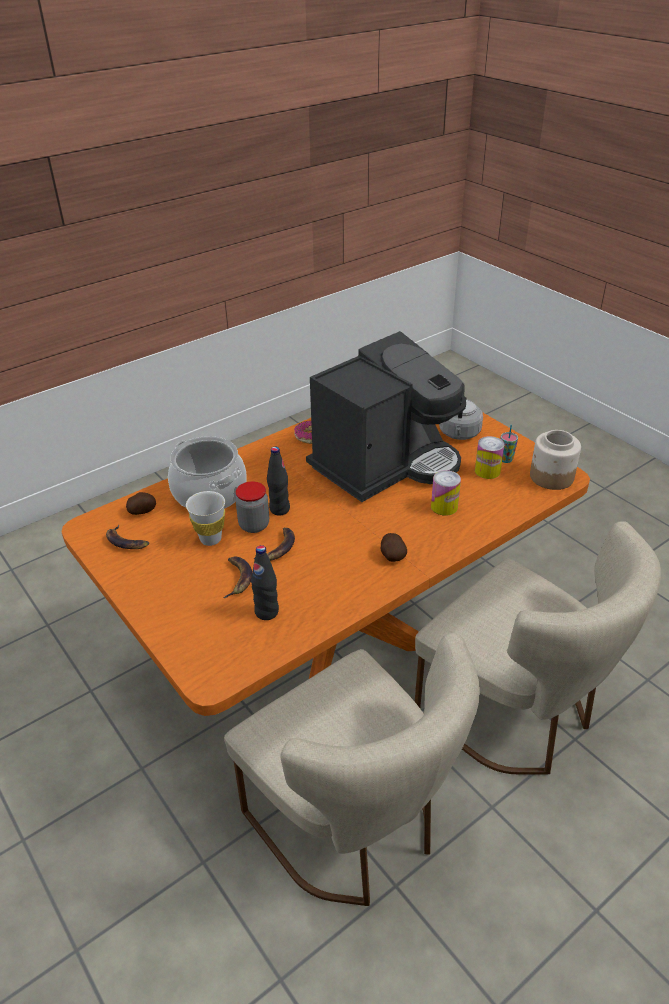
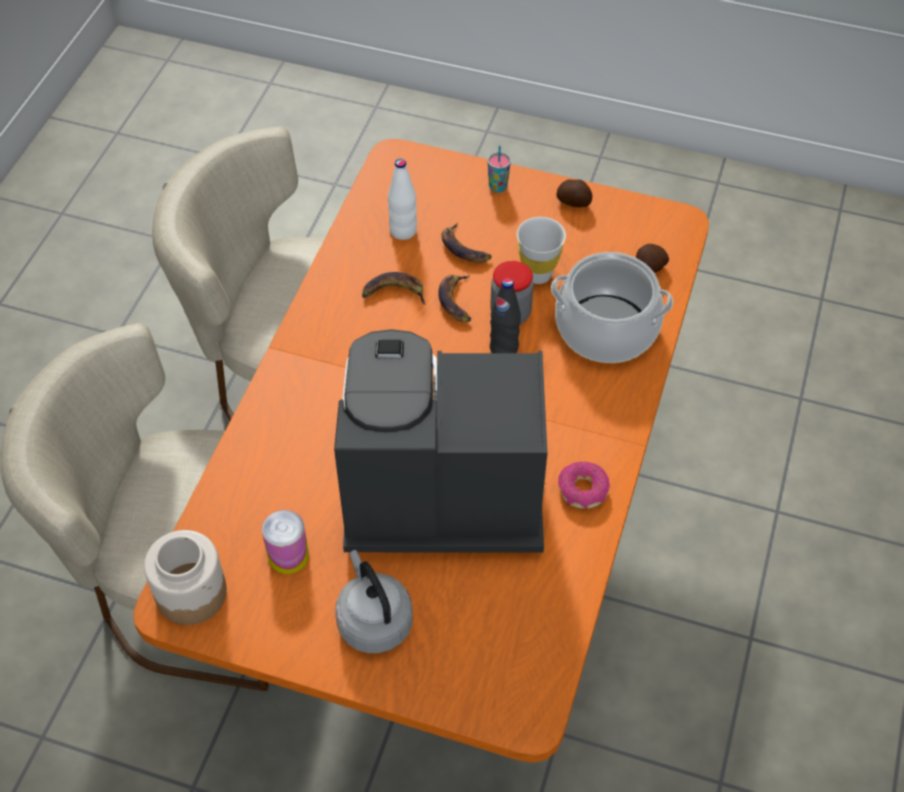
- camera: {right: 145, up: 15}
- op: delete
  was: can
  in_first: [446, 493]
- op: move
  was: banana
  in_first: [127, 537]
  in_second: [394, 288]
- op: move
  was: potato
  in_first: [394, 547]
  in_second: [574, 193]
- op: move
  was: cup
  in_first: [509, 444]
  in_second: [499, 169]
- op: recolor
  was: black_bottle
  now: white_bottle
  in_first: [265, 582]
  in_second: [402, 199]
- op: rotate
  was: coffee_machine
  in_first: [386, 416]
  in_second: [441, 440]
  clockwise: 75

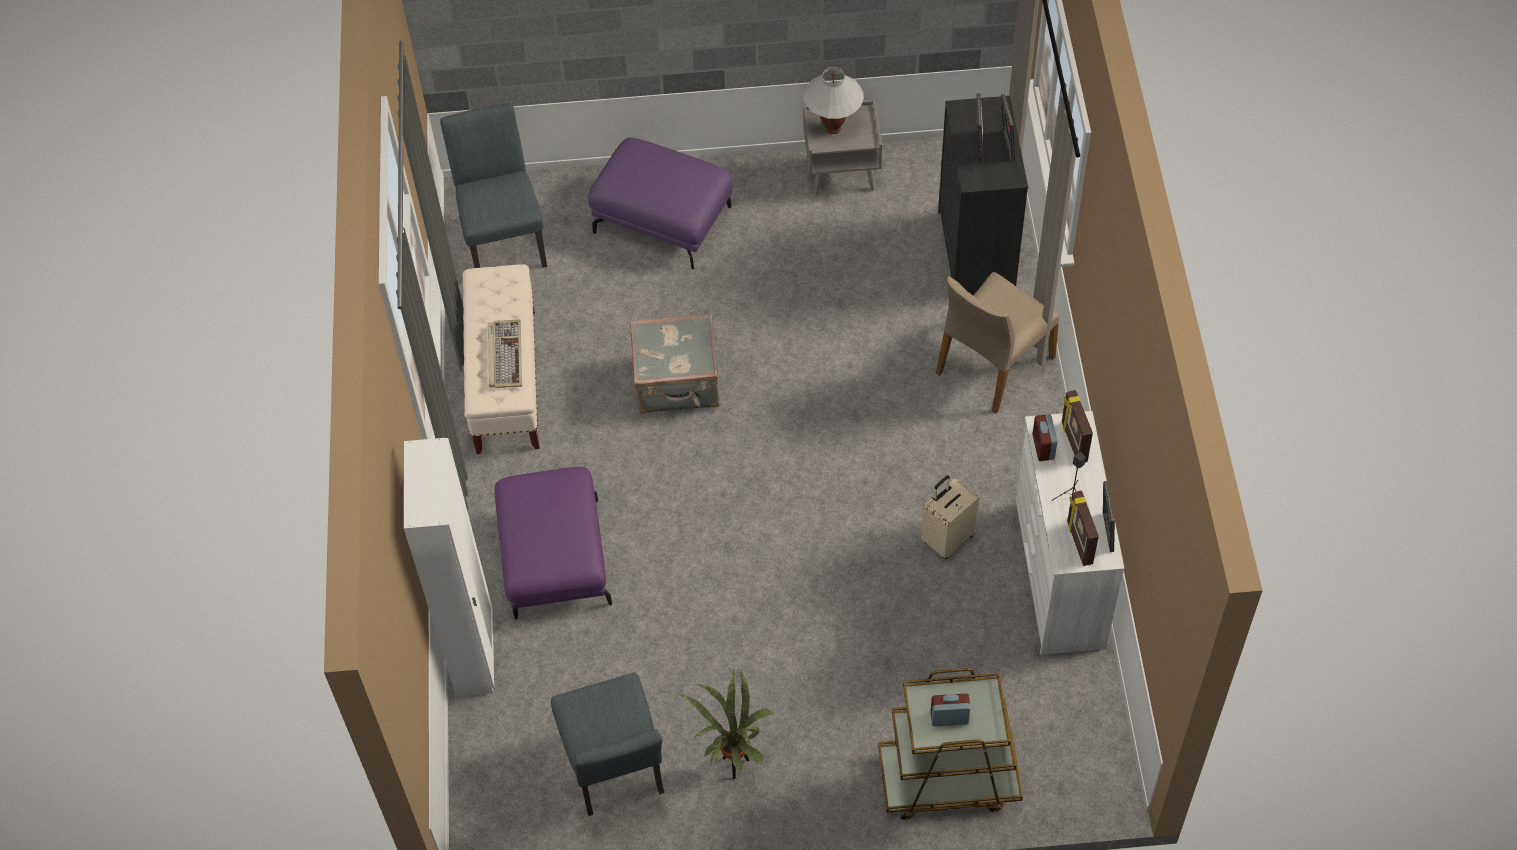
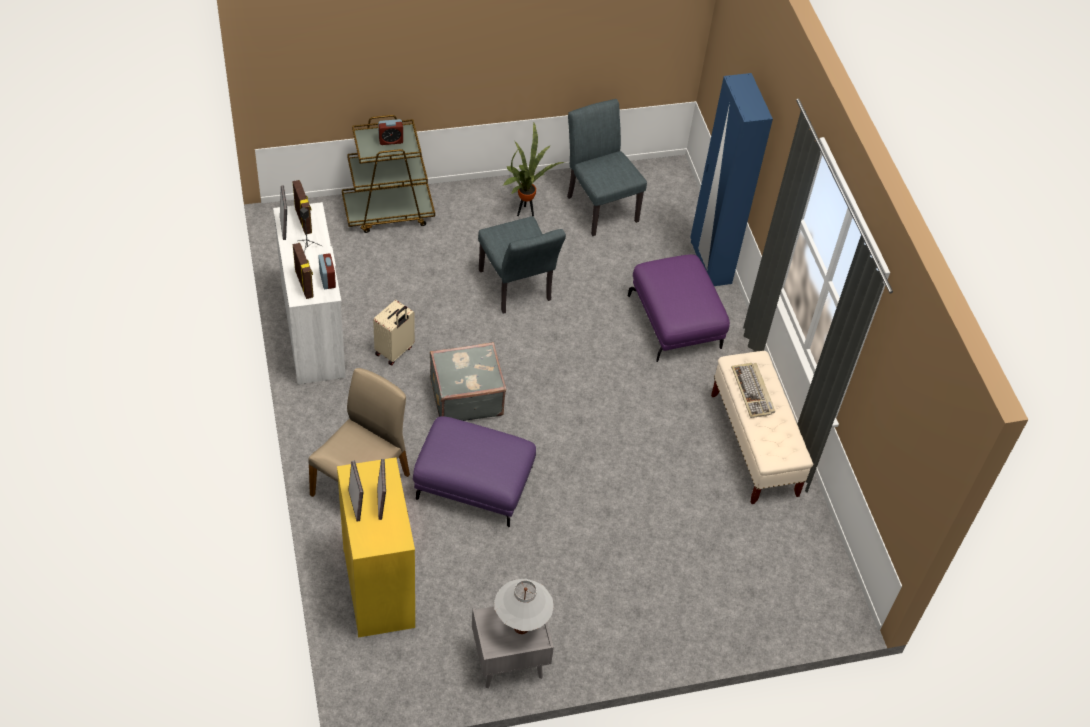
- camera: {right: 165, up: -5}
- op: move
  was: grey_chair
  in_first: [493, 185]
  in_second: [522, 264]
- op: move
  was: purple_ottoman
  in_first: [660, 203]
  in_second: [474, 471]
- op: move
  was: grey_suitcase
  in_first: [674, 364]
  in_second: [468, 381]
- op: recolor
  was: white_wardrobe
  now: blue_wardrobe
  in_first: [449, 567]
  in_second: [731, 179]
- op: recolor
  was: black_dresser
  now: yellow_dresser
  in_first: [983, 195]
  in_second: [376, 547]

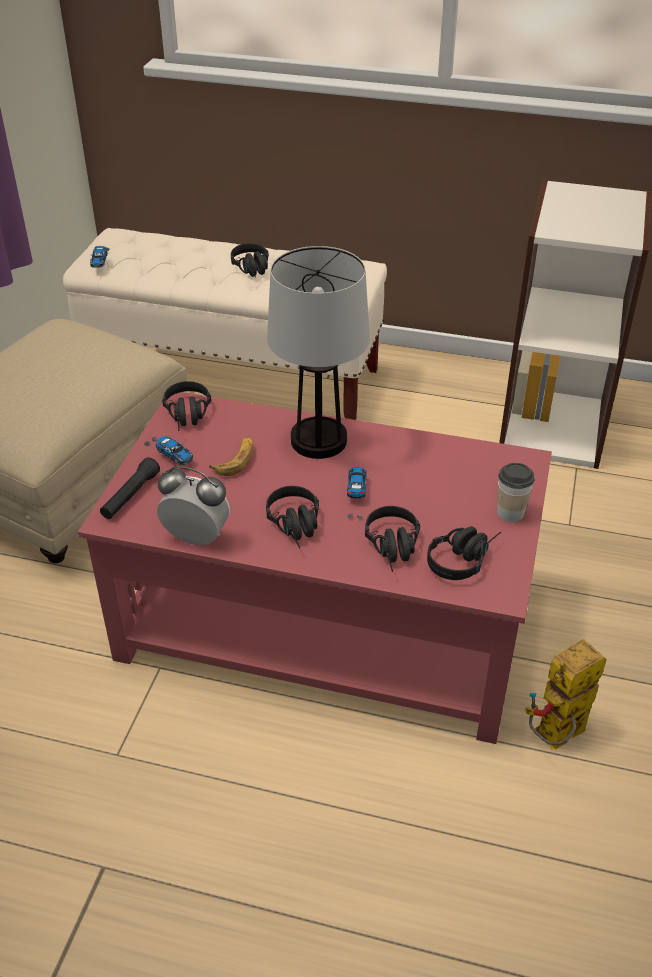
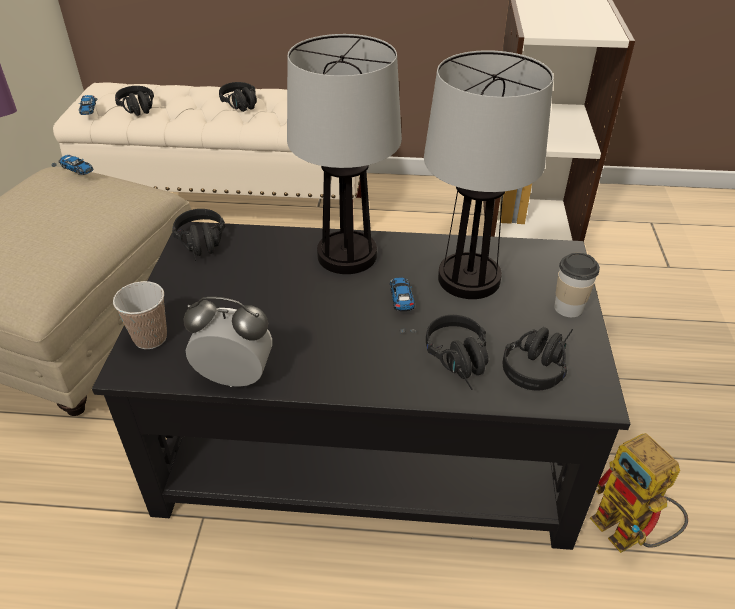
- camera: {right: -10, up: 0}
- op: delete
  was: banana
  in_first: [231, 456]
- op: insert
  now: table_lamp
  in_second: [488, 174]
- op: move
  was: toy_car
  in_first: [168, 450]
  in_second: [72, 165]
- op: move
  was: black_headphones
  in_first: [292, 517]
  in_second: [134, 101]
- op: replace
  was: black_flashlight
  now: cup
  in_first: [130, 488]
  in_second: [140, 315]
- op: recolor
  was: red_coffee_table
  now: black_coffee_table
  in_first: [315, 568]
  in_second: [361, 386]
- op: rotate
  was: toy_robot
  in_first: [566, 694]
  in_second: [639, 493]
  clockwise: -75

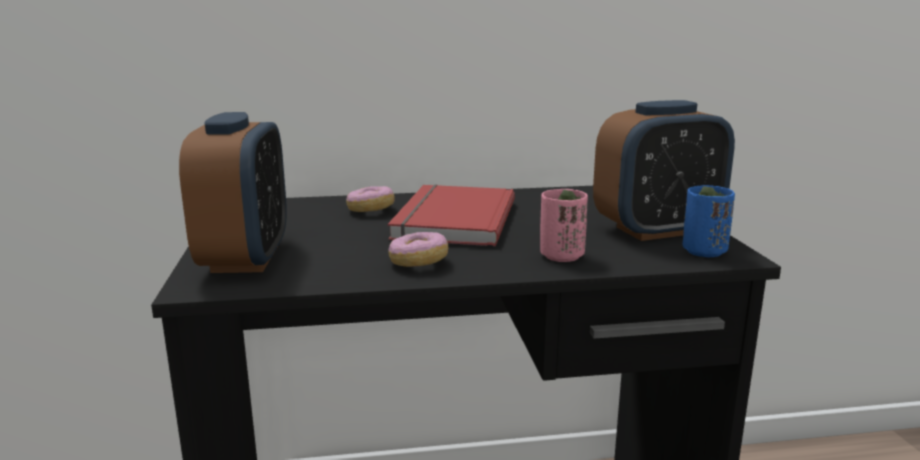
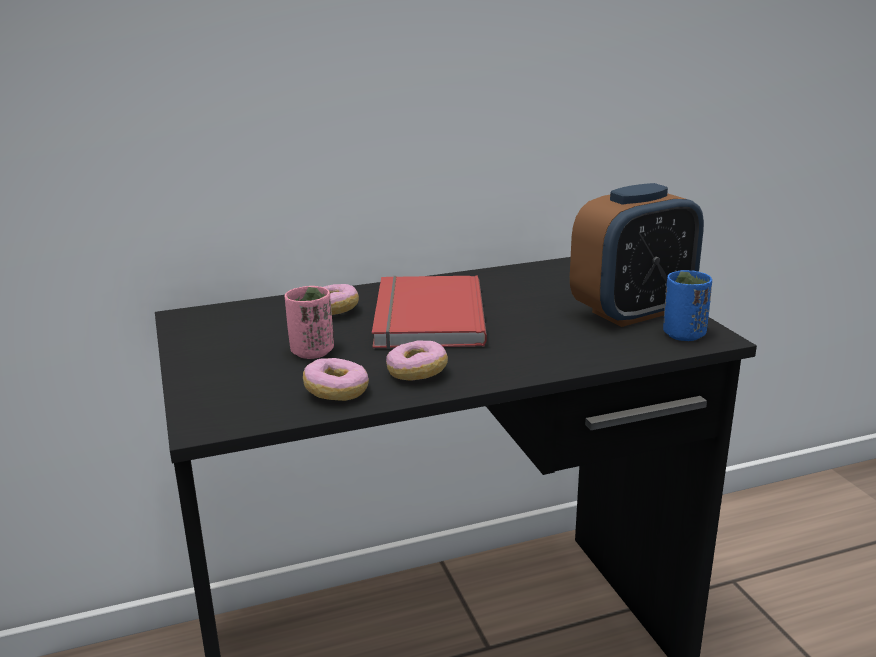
- camera: {right: -10, up: 5}
- op: delete
  was: alarm_clock
  in_first: [233, 192]
- op: insert
  now: donut
  in_second: [336, 379]
- op: move
  was: pink_cup
  in_first: [564, 225]
  in_second: [309, 322]

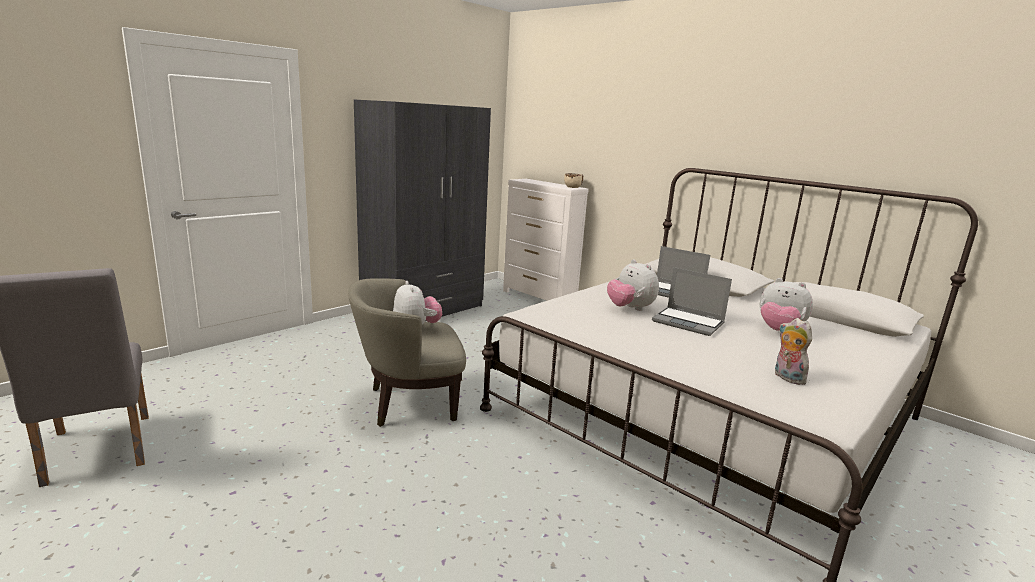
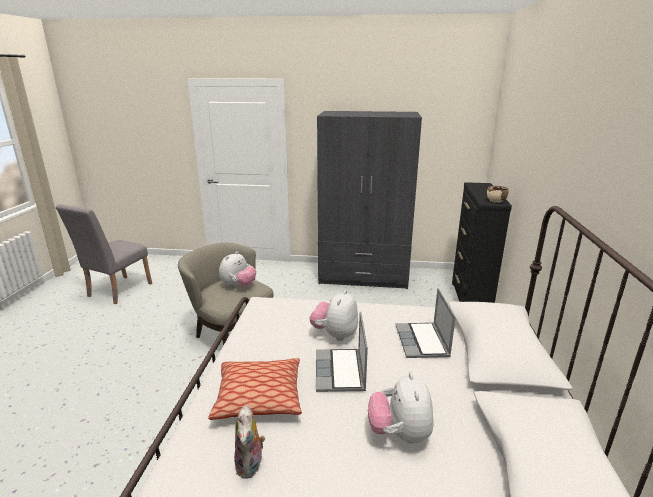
- camera: {right: 55, up: 5}
- op: insert
  now: pillow
  in_second: [255, 389]
- op: recolor
  was: white_dresser
  now: black_dresser
  in_first: [546, 240]
  in_second: [482, 242]
- op: rotate
  was: plush_toy
  in_first: [793, 351]
  in_second: [249, 442]
  clockwise: 150

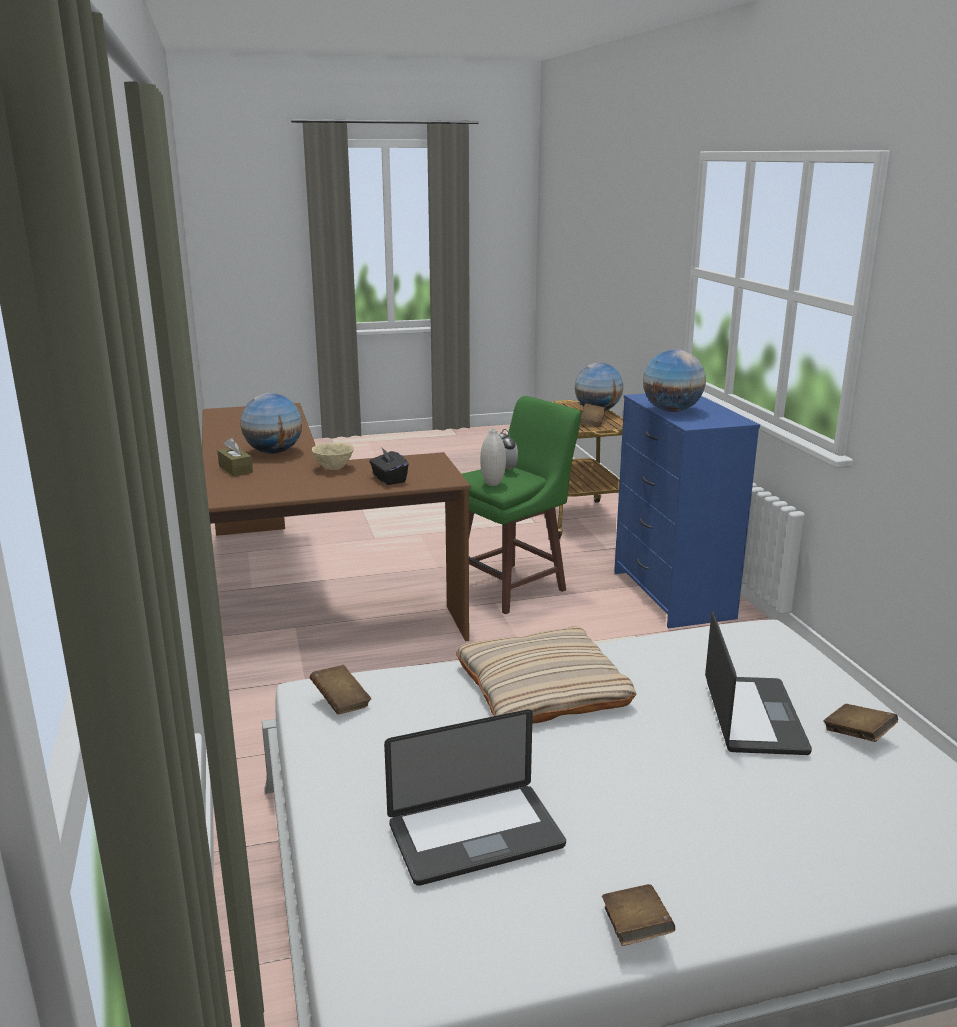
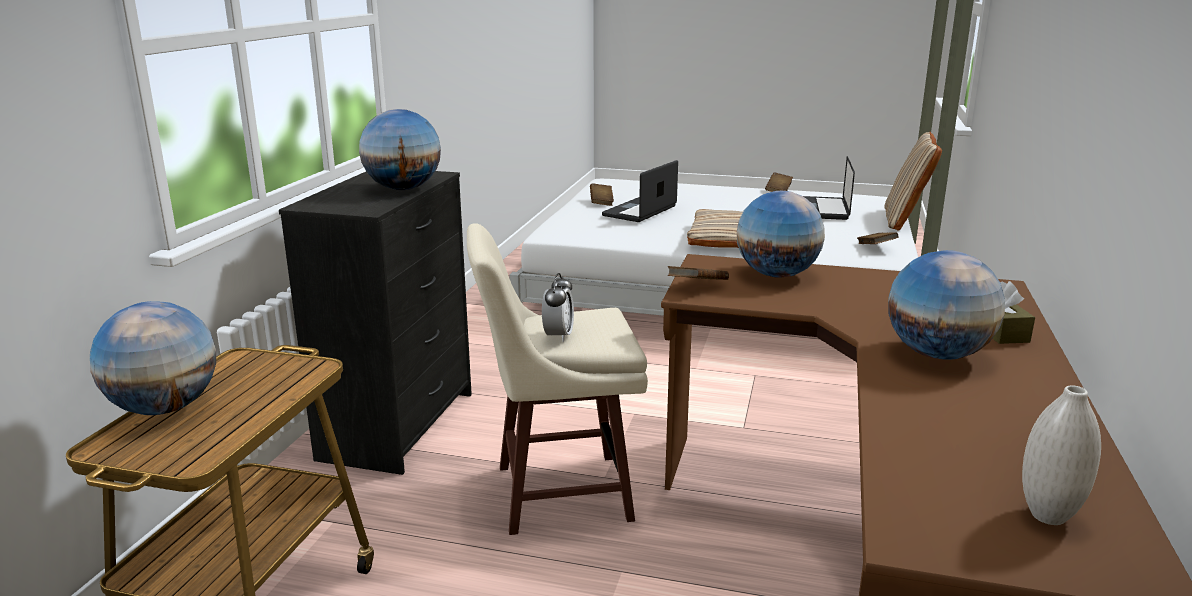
- camera: {right: -150, up: 0}
- op: delete
  was: beige_bowl
  in_first: [333, 456]
- op: insert
  now: beige_pillow
  in_second: [913, 181]
- op: move
  was: white_vase
  in_first: [493, 457]
  in_second: [1061, 455]
- op: move
  was: brown_book
  in_first: [593, 415]
  in_second: [698, 273]
- op: replace
  was: black_tissue_box
  now: globe
  in_first: [389, 466]
  in_second: [781, 234]
- op: recolor
  was: green_stool
  now: beige_stool
  in_first: [522, 505]
  in_second: [557, 379]
- op: recolor
  was: blue_dresser
  now: black_dresser
  in_first: [687, 510]
  in_second: [375, 323]
- op: rotate
  was: laptop
  in_first: [475, 797]
  in_second: [829, 188]
  clockwise: -90

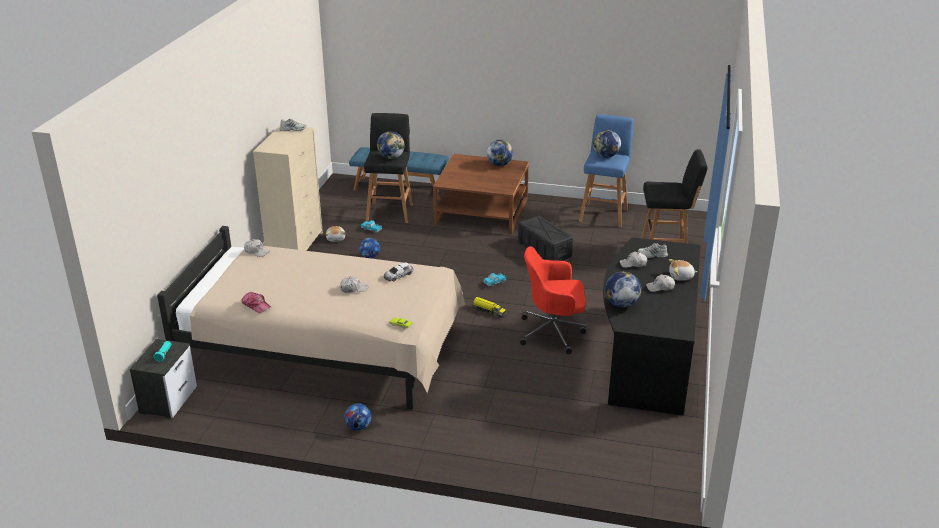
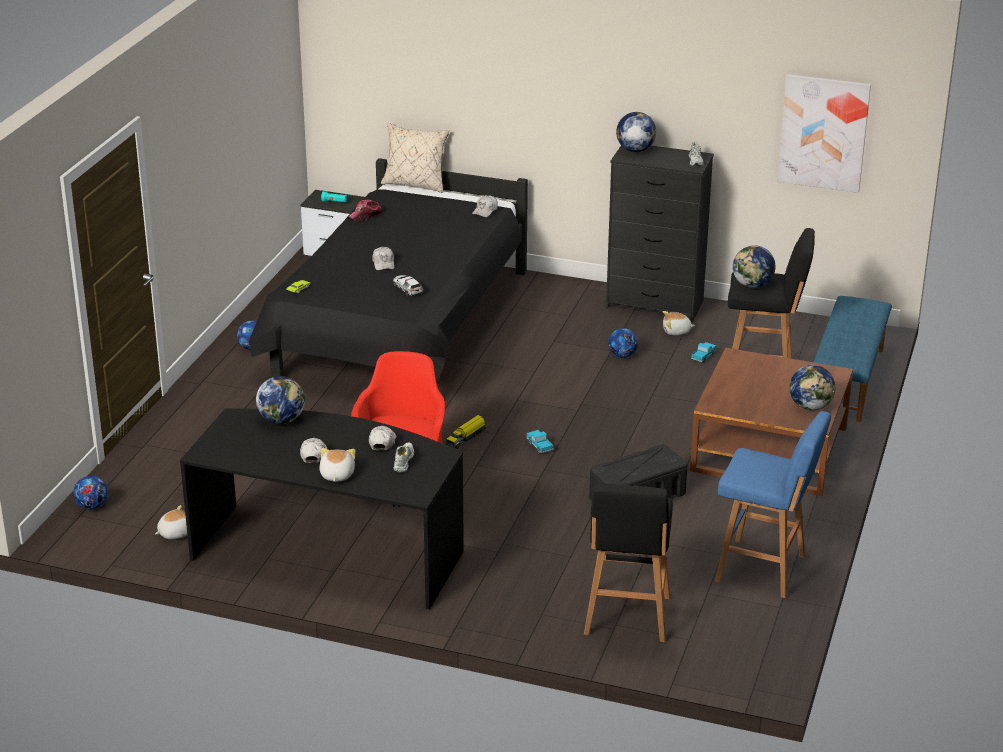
- camera: {right: 95, up: 0}
- op: insert
  now: football
  in_second: [90, 493]
- op: insert
  now: plush_toy
  in_second: [171, 522]
- op: insert
  now: beige_pillow
  in_second: [415, 158]
- op: insert
  now: picture
  in_second: [824, 133]
- op: move
  was: globe
  in_first: [607, 144]
  in_second: [636, 132]
- op: recolor
  was: beige_bed
  now: black_bed
  in_first: [311, 318]
  in_second: [388, 270]
- op: recolor
  was: beige_dresser
  now: black_dresser
  in_first: [288, 188]
  in_second: [660, 233]

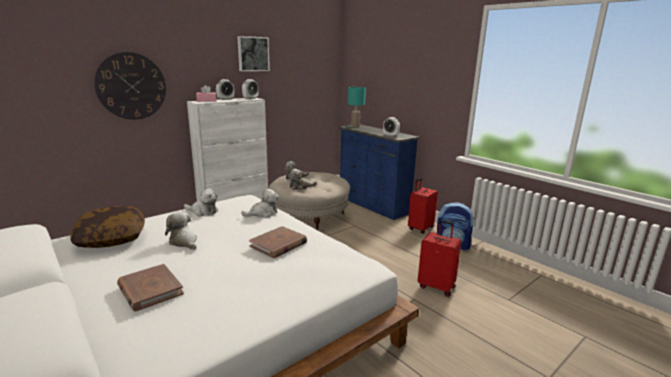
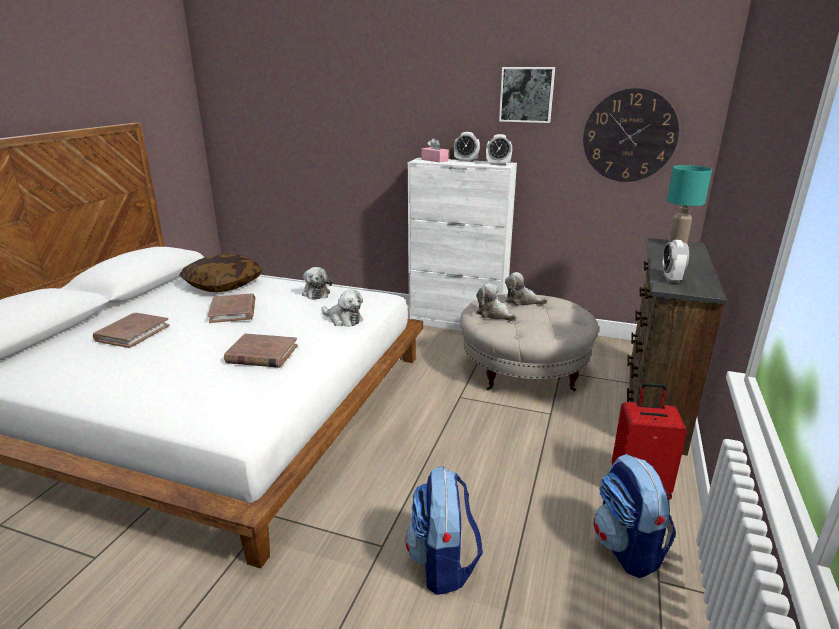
- camera: {right: 60, up: 5}
- op: move
  was: wall_clock
  in_first: [130, 86]
  in_second: [631, 135]
- op: replace
  was: plush_toy
  now: brown_book
  in_first: [181, 230]
  in_second: [231, 308]
- op: replace
  was: red_suitcase
  now: backpack
  in_first: [439, 258]
  in_second: [444, 530]
- op: recolor
  was: blue_dresser
  now: brown_dresser
  in_first: [378, 172]
  in_second: [677, 347]

